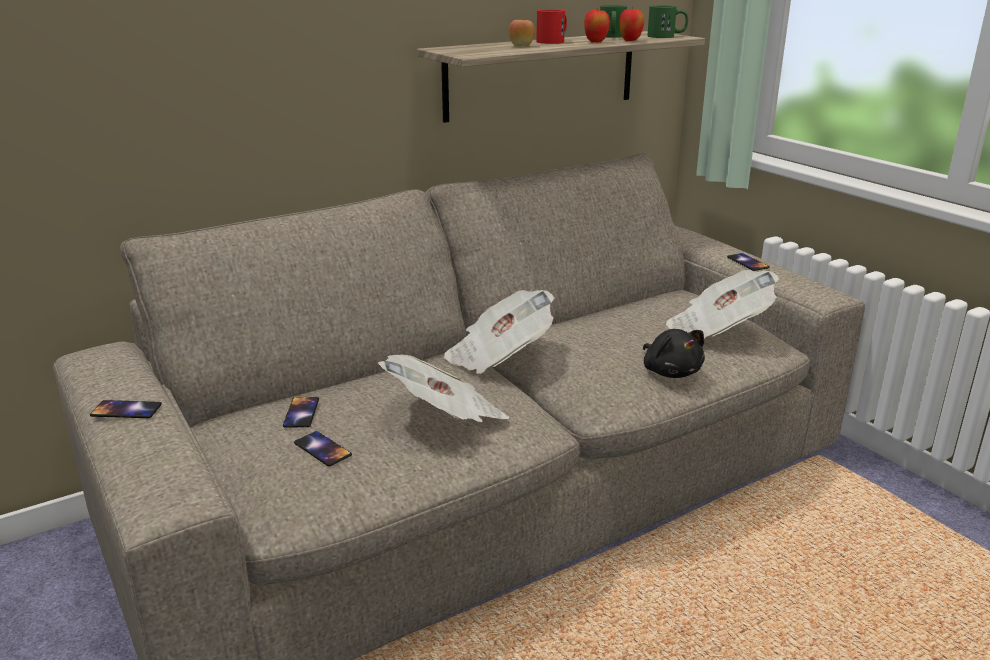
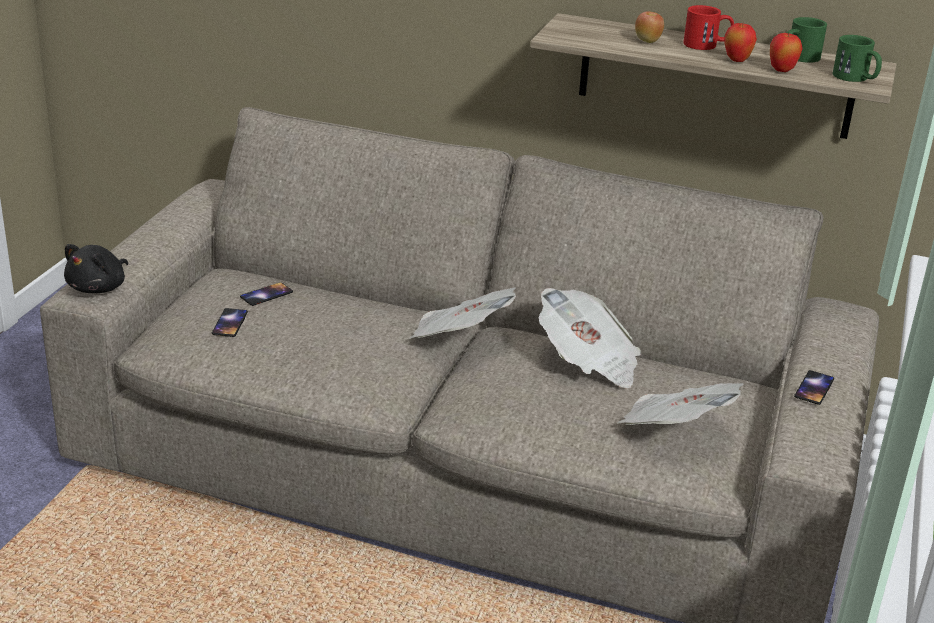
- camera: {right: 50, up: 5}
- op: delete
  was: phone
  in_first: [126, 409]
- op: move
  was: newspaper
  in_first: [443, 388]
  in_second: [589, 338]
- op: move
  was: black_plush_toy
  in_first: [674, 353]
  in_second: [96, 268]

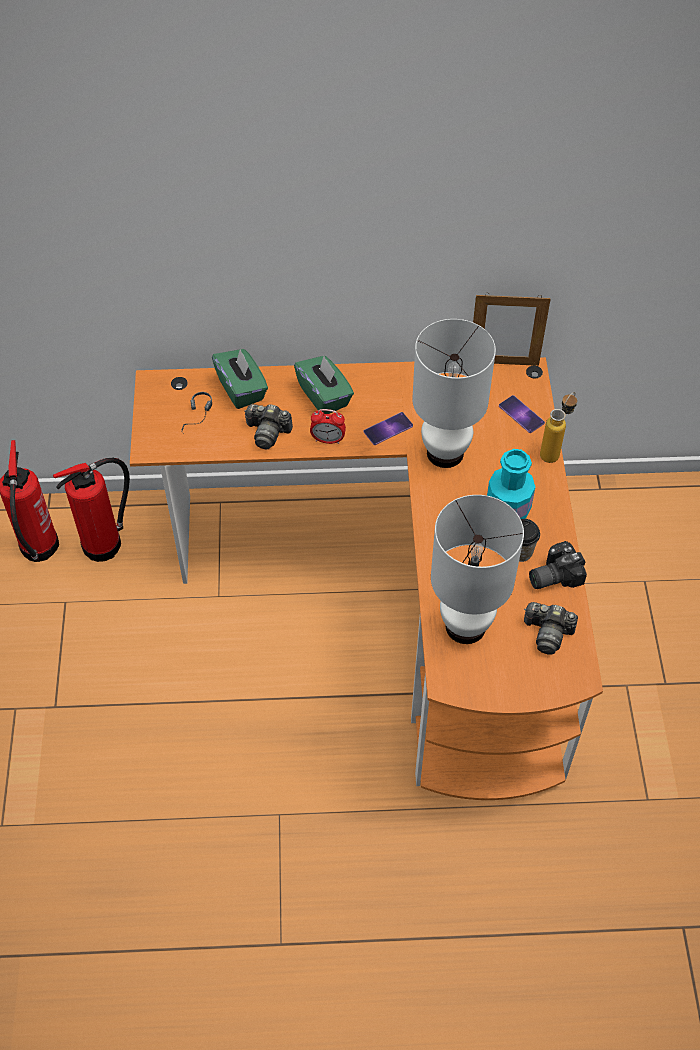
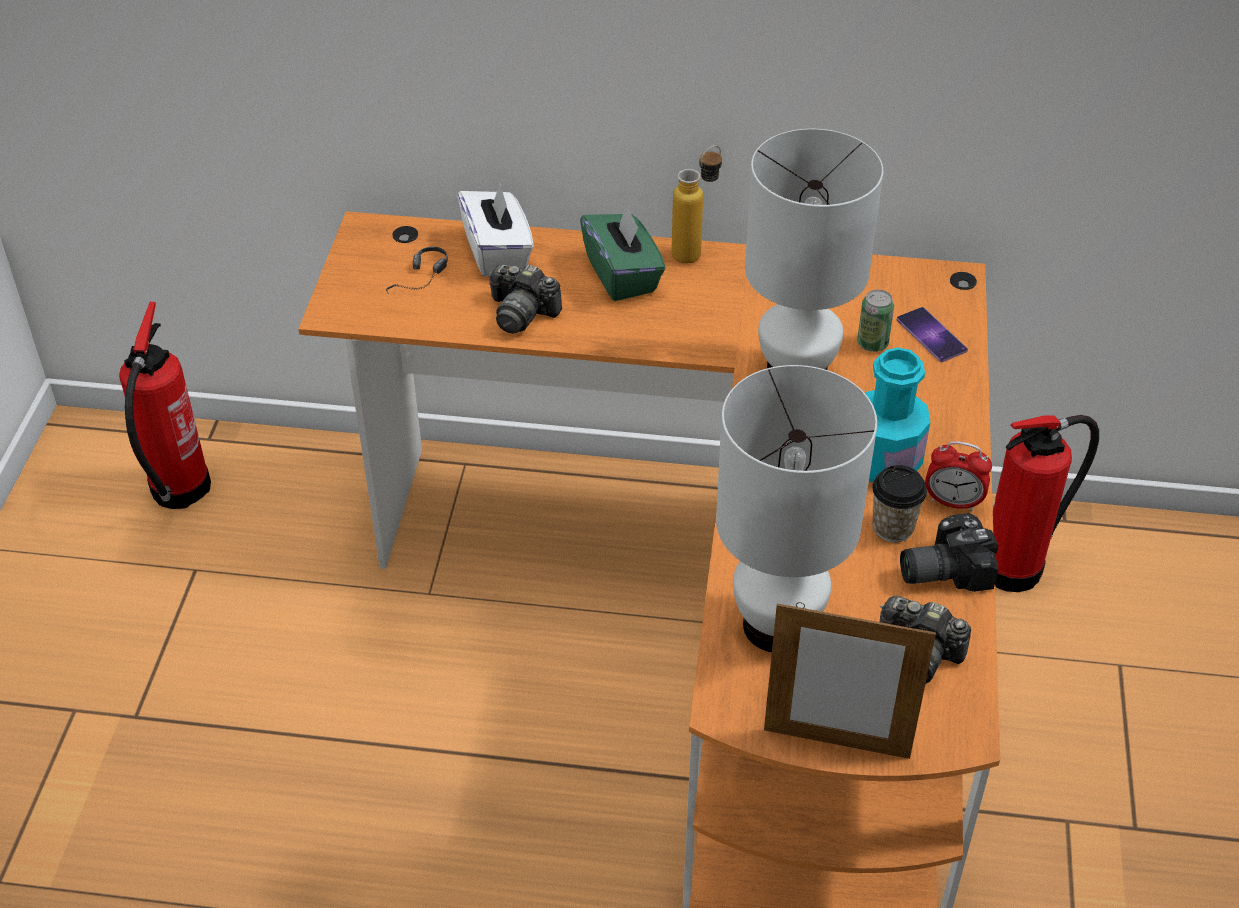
- camera: {right: 10, up: -10}
- op: delete
  was: phone
  in_first: [388, 428]
- op: insert
  now: can
  in_second: [875, 321]
- op: move
  was: fire_extinguisher
  in_first: [91, 510]
  in_second: [1046, 503]
- op: move
  was: alarm_clock
  in_first: [328, 426]
  in_second: [958, 476]
- op: move
  was: picture_frame
  in_first: [512, 329]
  in_second: [850, 680]
- op: move
  was: bottle
  in_first: [558, 427]
  in_second: [696, 204]
- op: recolor
  was: green_tissue_box
  now: white_tissue_box
  in_first: [240, 378]
  in_second: [496, 229]

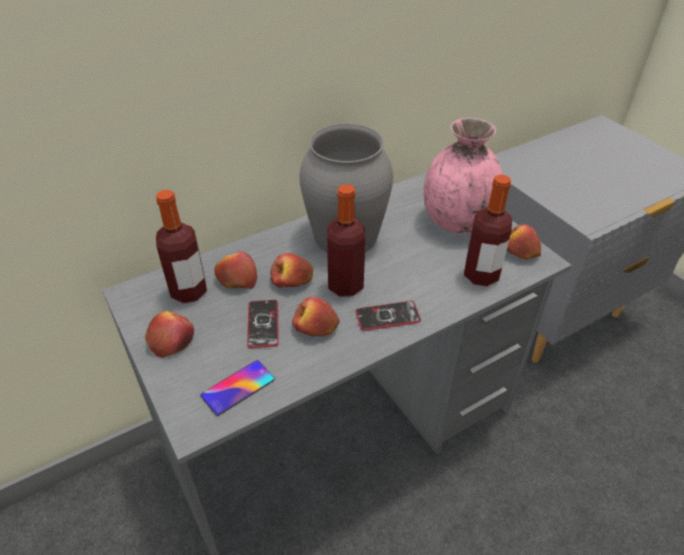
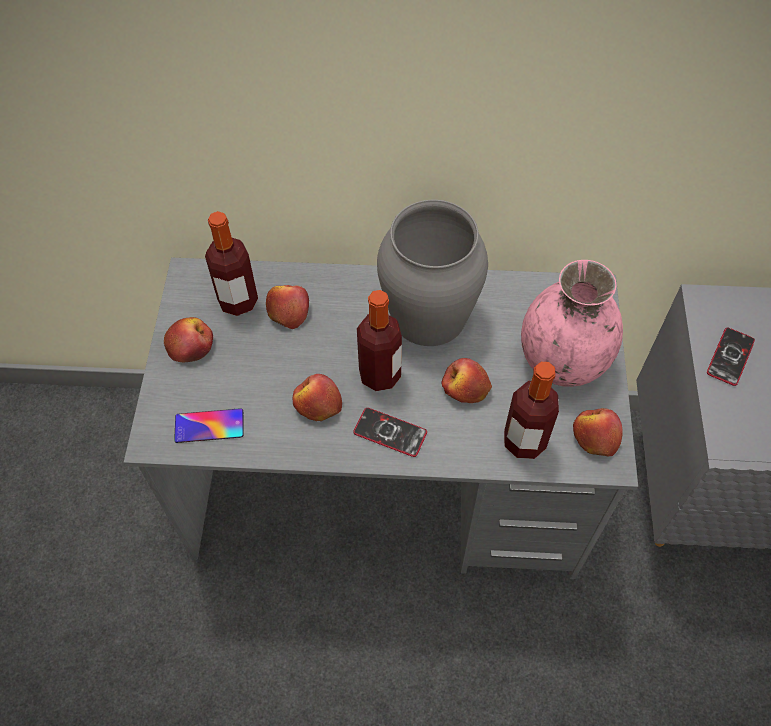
- camera: {right: 35, up: 15}
- op: move
  was: phone
  in_first: [263, 324]
  in_second: [731, 357]
- op: move
  was: apple
  in_first: [292, 270]
  in_second: [466, 380]

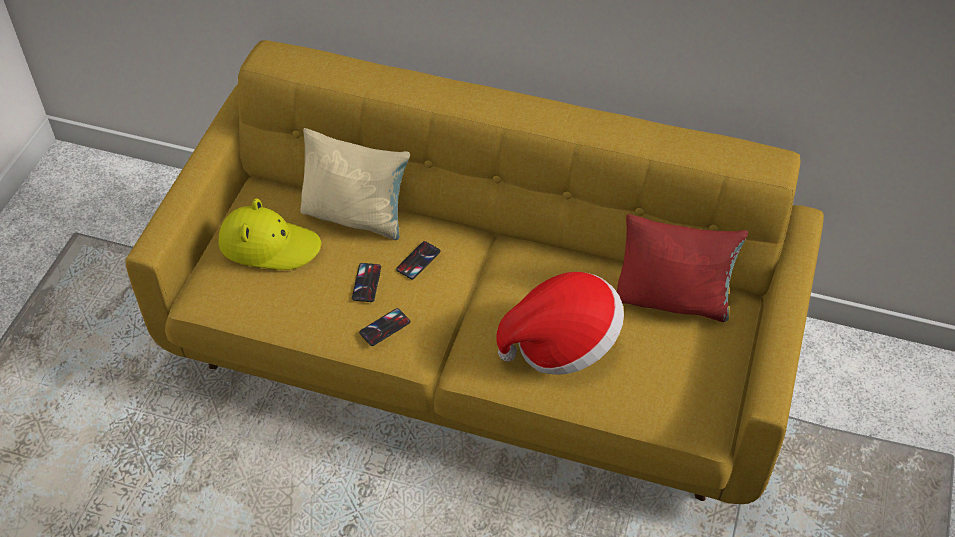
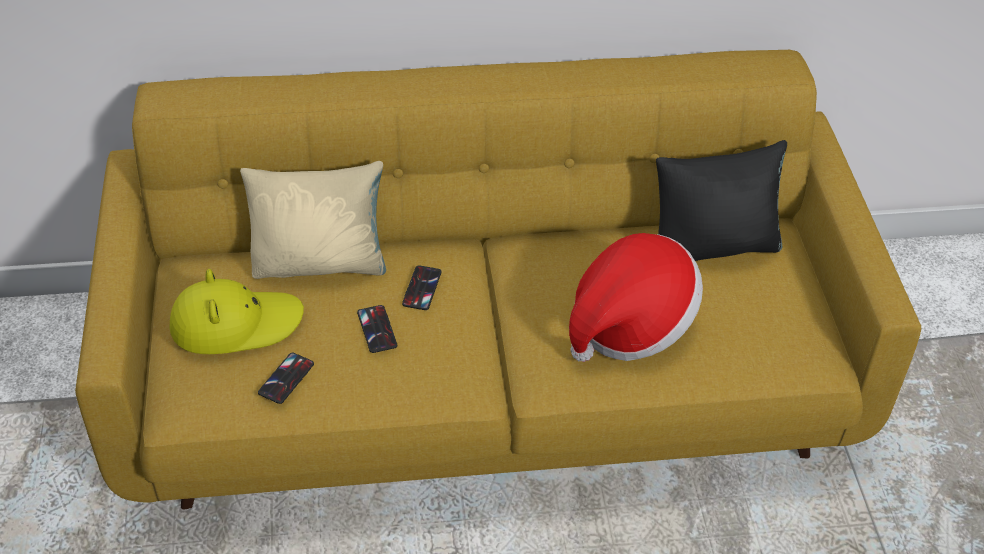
- camera: {right: -25, up: -5}
- op: move
  was: phone
  in_first: [384, 327]
  in_second: [286, 378]
- op: recolor
  was: red_pillow
  now: black_pillow
  in_first: [682, 268]
  in_second: [721, 200]

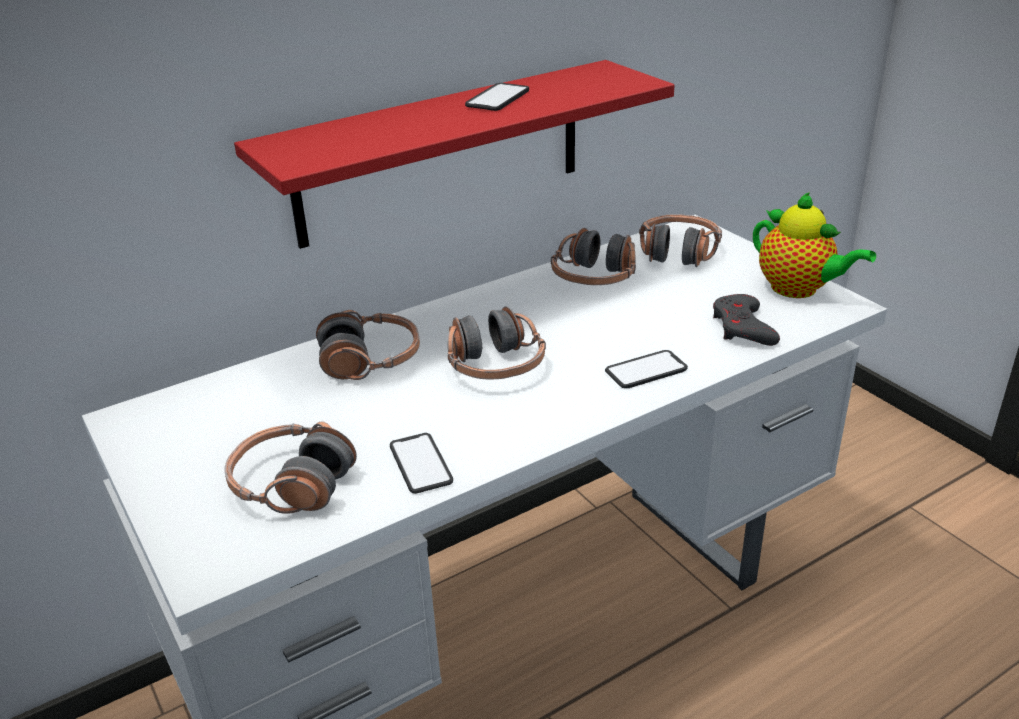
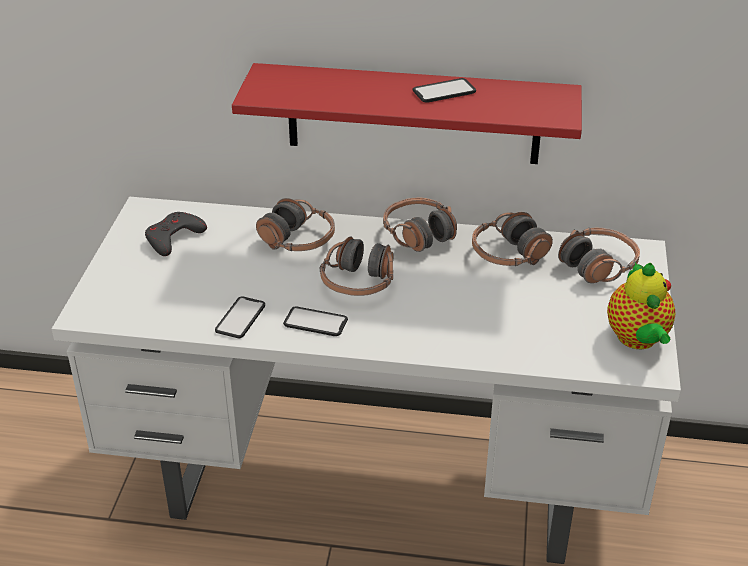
- camera: {right: 40, up: 5}
- op: move
  was: headphones
  in_first: [290, 467]
  in_second: [420, 225]
- op: move
  was: phone
  in_first: [646, 369]
  in_second: [315, 321]
- op: move
  was: grey_game_controller
  in_first: [746, 320]
  in_second: [176, 234]

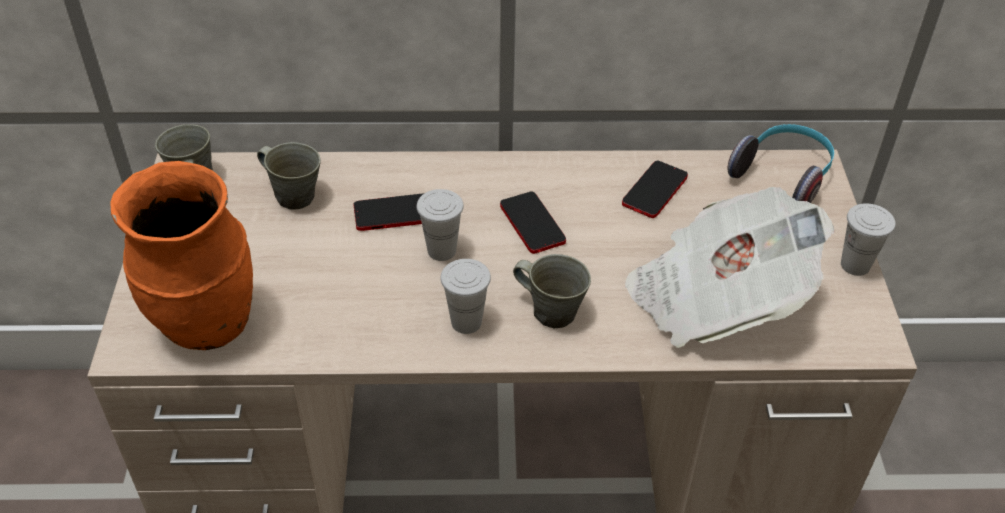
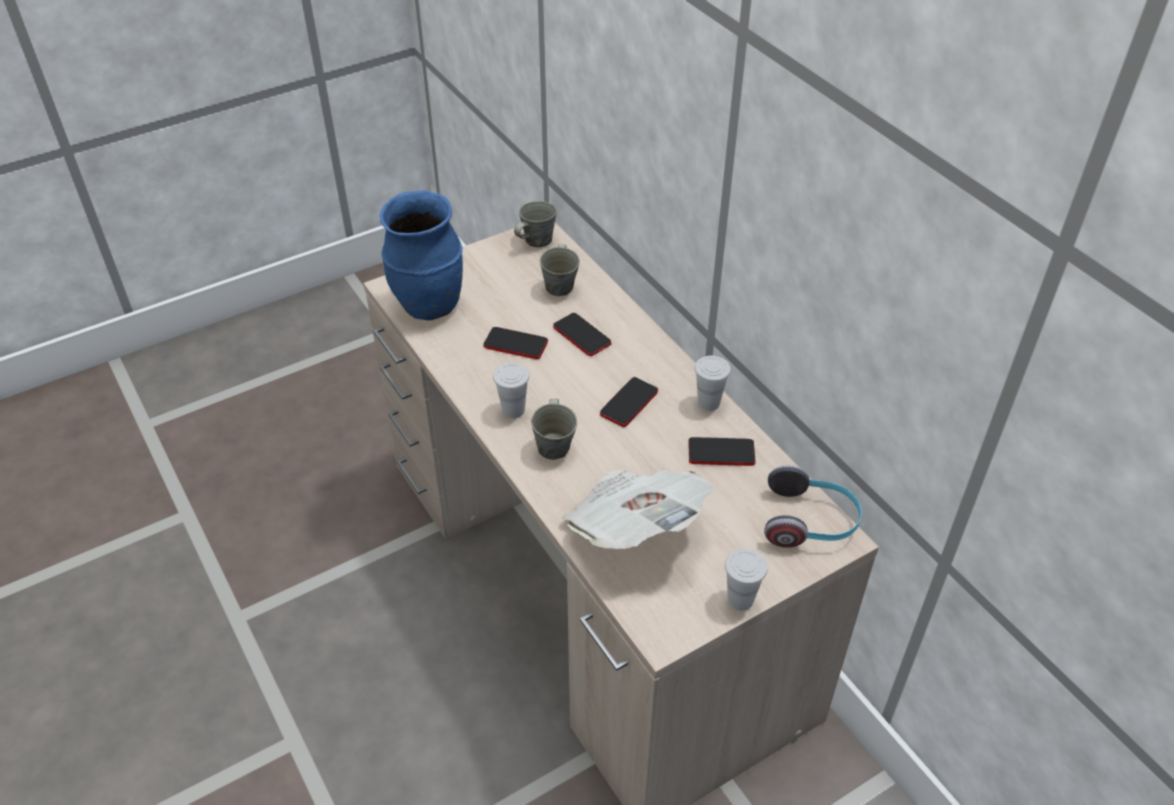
- camera: {right: 60, up: 0}
- op: insert
  now: phone
  in_second: [515, 343]
- op: move
  was: white_cup
  in_first: [440, 225]
  in_second: [713, 383]
- op: recolor
  was: orange_vase
  now: blue_vase
  in_first: [182, 255]
  in_second: [421, 255]

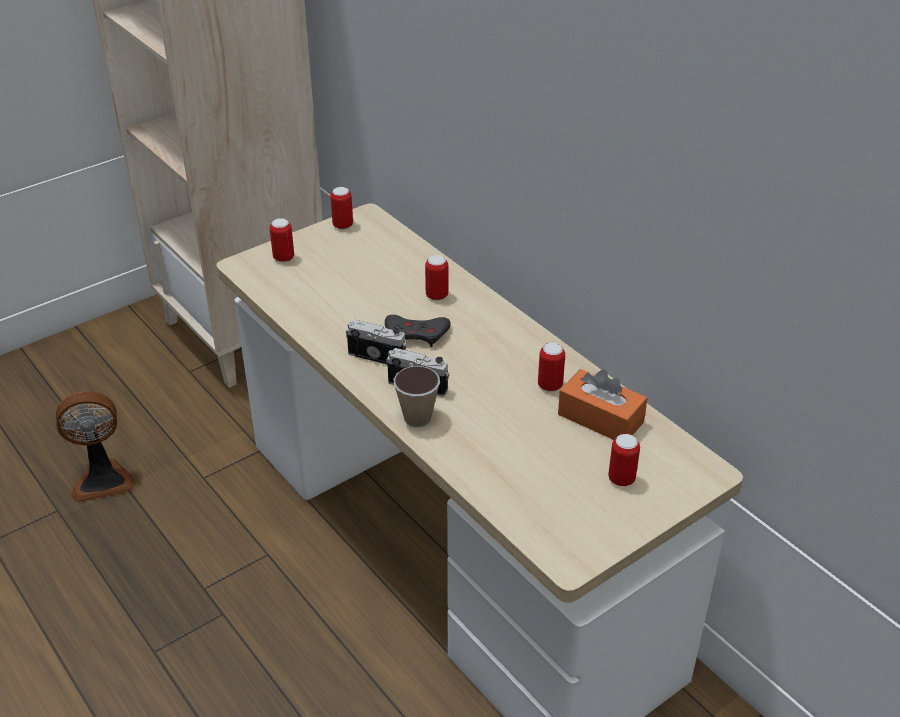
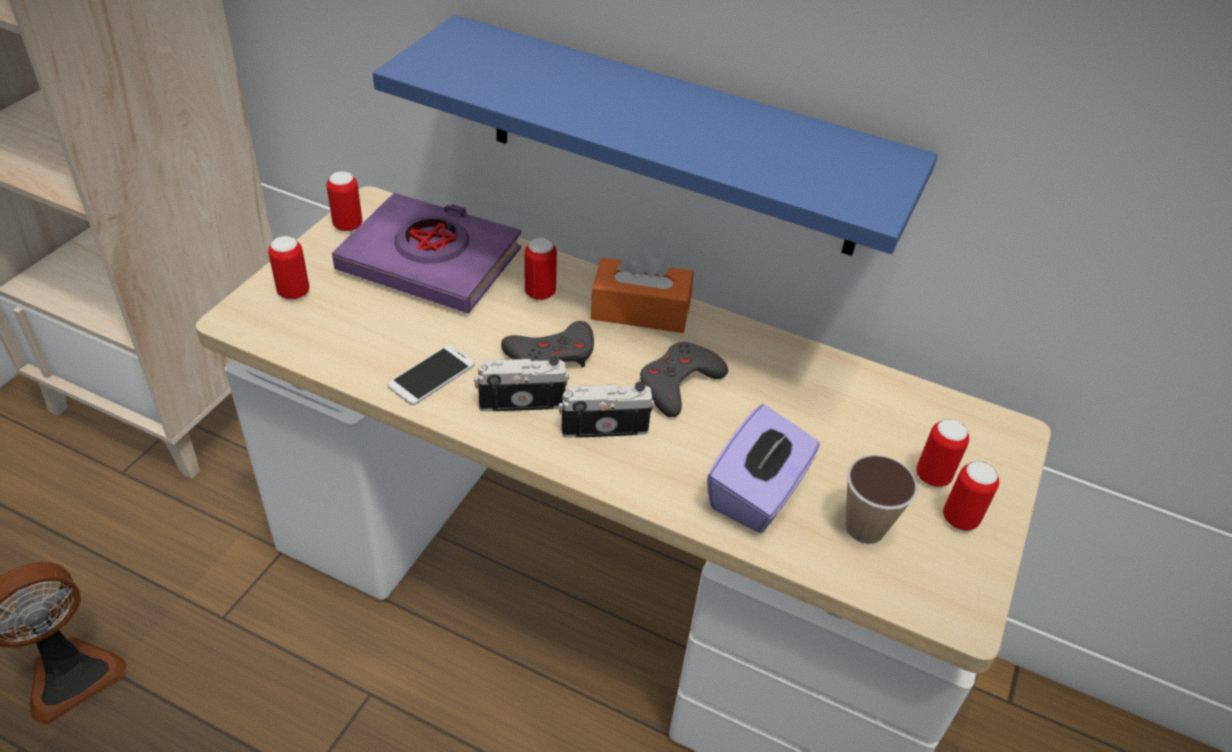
- camera: {right: -30, up: 5}
- op: insert
  now: purple_book
  in_second: [426, 253]
- op: insert
  now: blue_shelf
  in_second: [655, 135]
- op: insert
  now: phone
  in_second: [430, 375]
- op: insert
  now: grey_game_controller
  in_second: [684, 379]
- op: insert
  now: purple_tissue_box
  in_second: [763, 468]
- op: move
  was: cup
  in_first: [417, 396]
  in_second: [881, 499]
- op: move
  was: can
  in_first: [551, 367]
  in_second: [971, 496]
- op: move
  was: orange_tissue_box
  in_first: [603, 404]
  in_second: [642, 291]

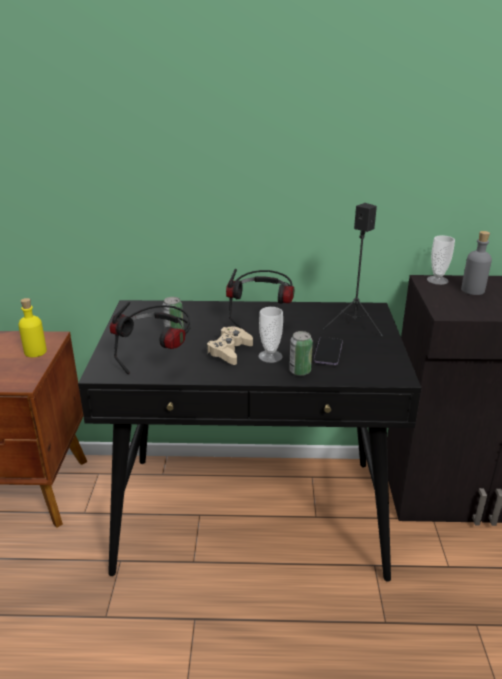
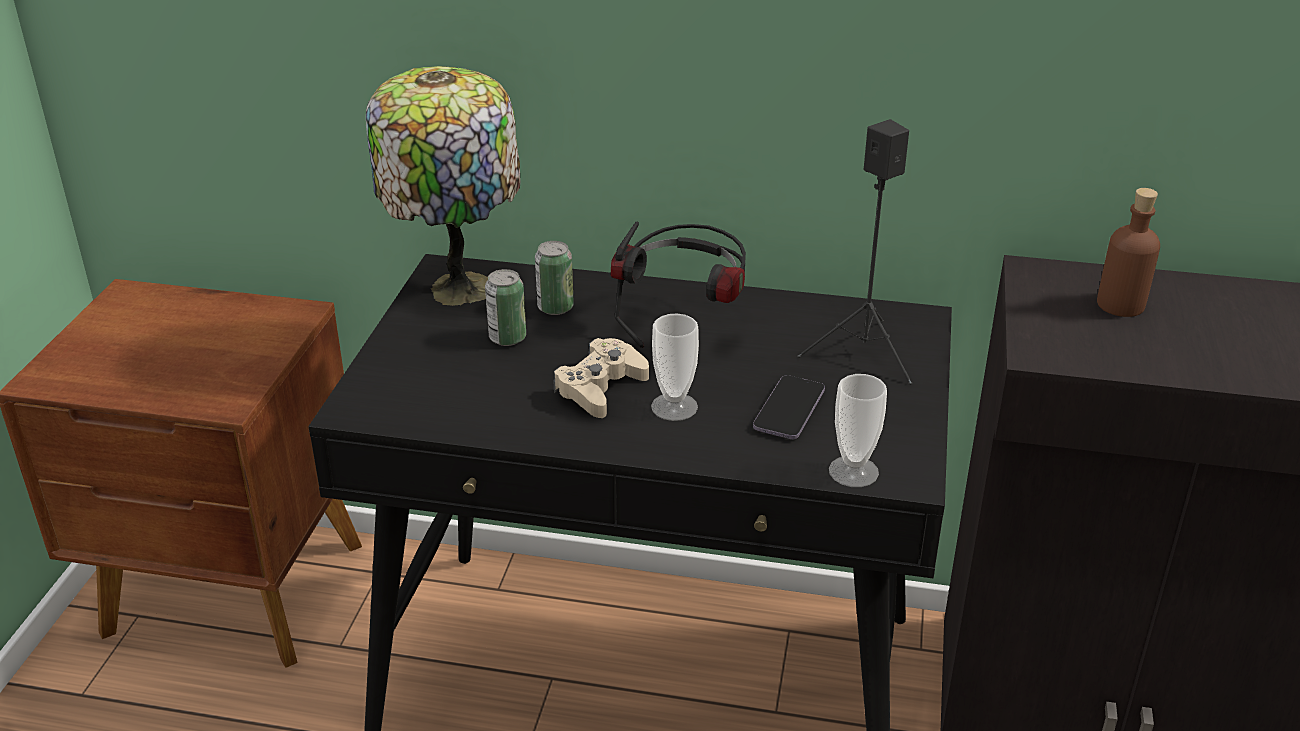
- camera: {right: 10, up: 5}
- op: delete
  was: yellow_bottle
  in_first: [32, 327]
- op: delete
  was: headphones
  in_first: [150, 338]
- op: insert
  now: table_lamp
  in_second: [443, 186]
- op: move
  was: can
  in_first: [301, 353]
  in_second: [554, 278]
- op: move
  was: cup
  in_first: [441, 260]
  in_second: [858, 430]
- op: recolor
  was: grey_bottle
  now: brown_bottle
  in_first: [476, 263]
  in_second: [1128, 252]

